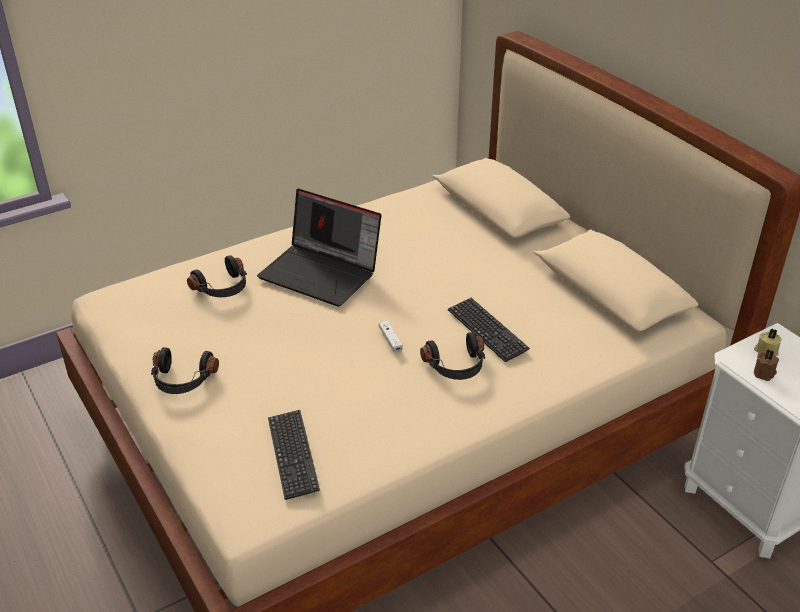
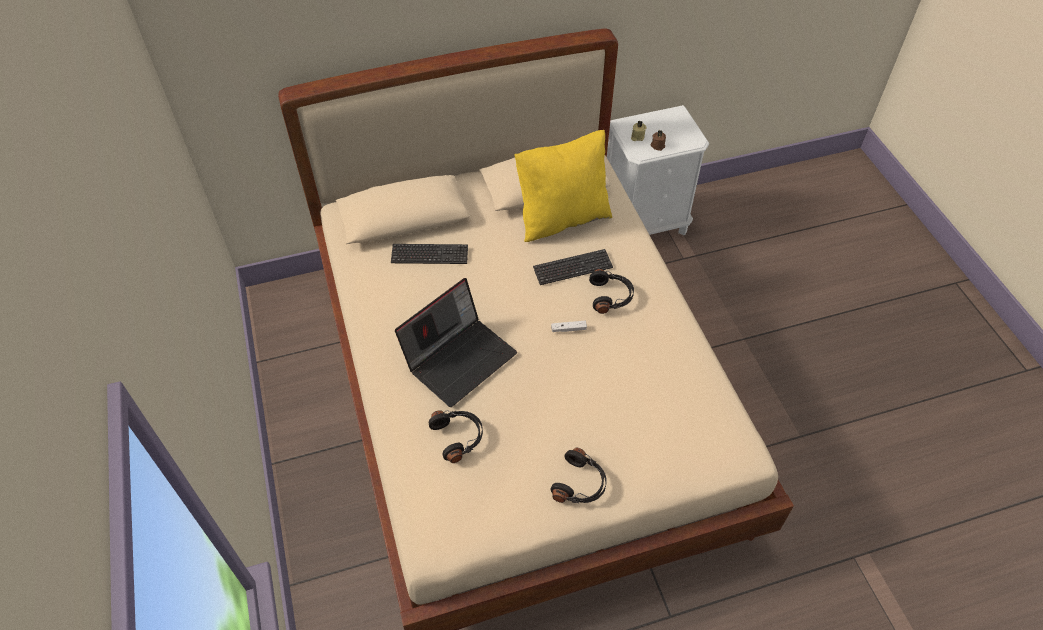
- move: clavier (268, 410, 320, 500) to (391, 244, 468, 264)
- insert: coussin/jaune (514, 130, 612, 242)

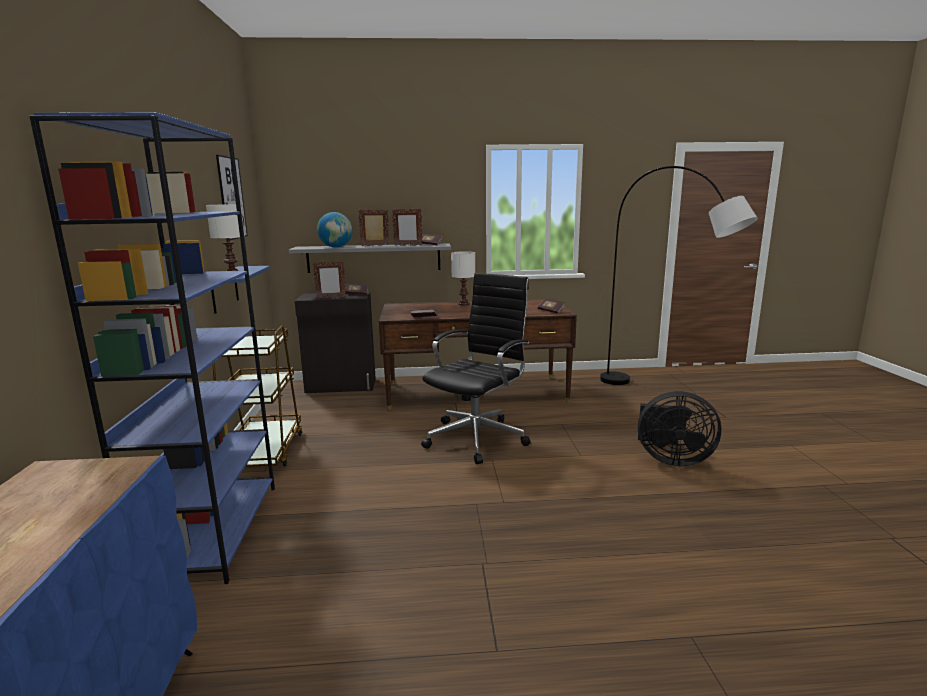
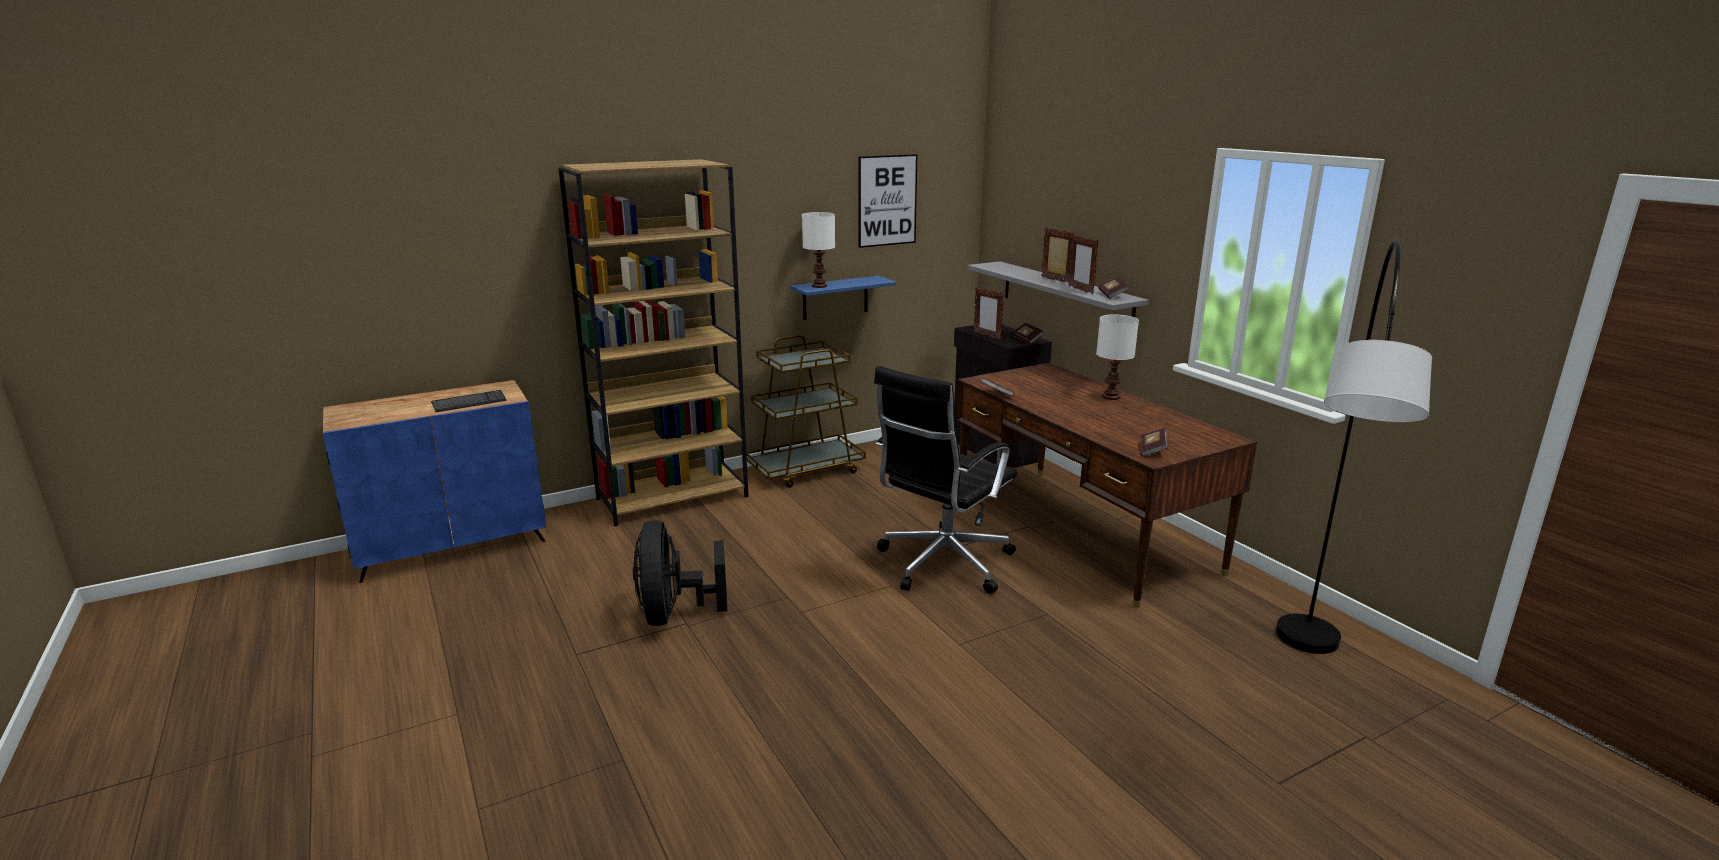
- recolor: bibliothèque/bleu (29, 112, 275, 584) to bibliothèque/marron (558, 159, 749, 527)
- delete: globe (317, 212, 353, 247)
- rotate: chaise de bureau/noir (421, 273, 531, 464) = (874, 366, 1018, 594) 120 degrees clockwise
- move: ventilateur/noir (638, 391, 721, 466) to (633, 520, 727, 626)
- insert: clavier (431, 390, 506, 412)

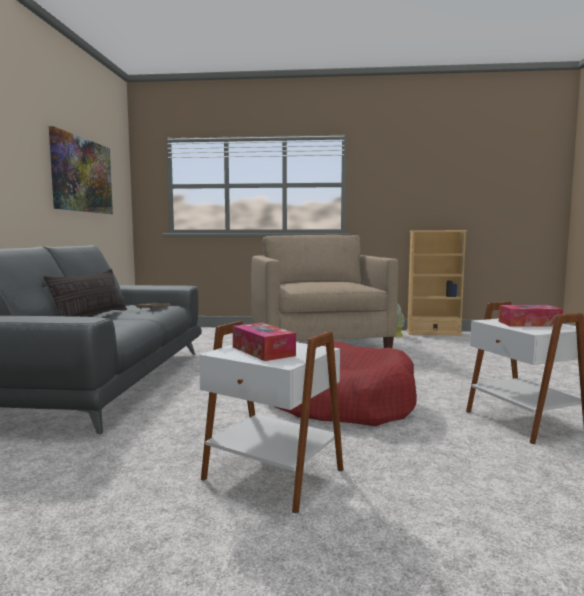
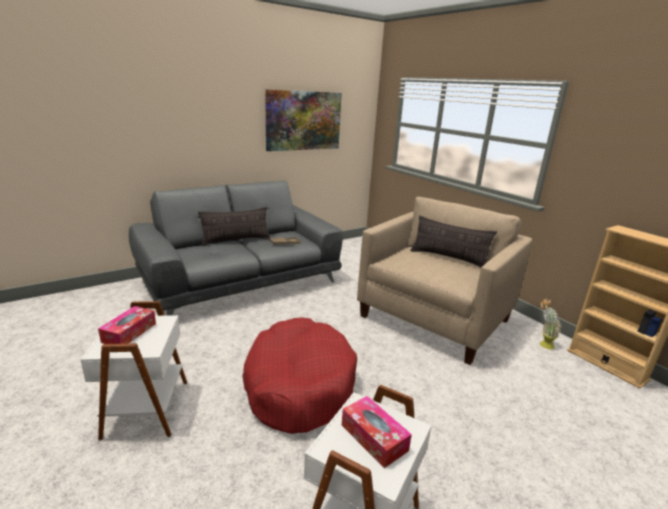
- insert: coussin (410, 216, 497, 268)

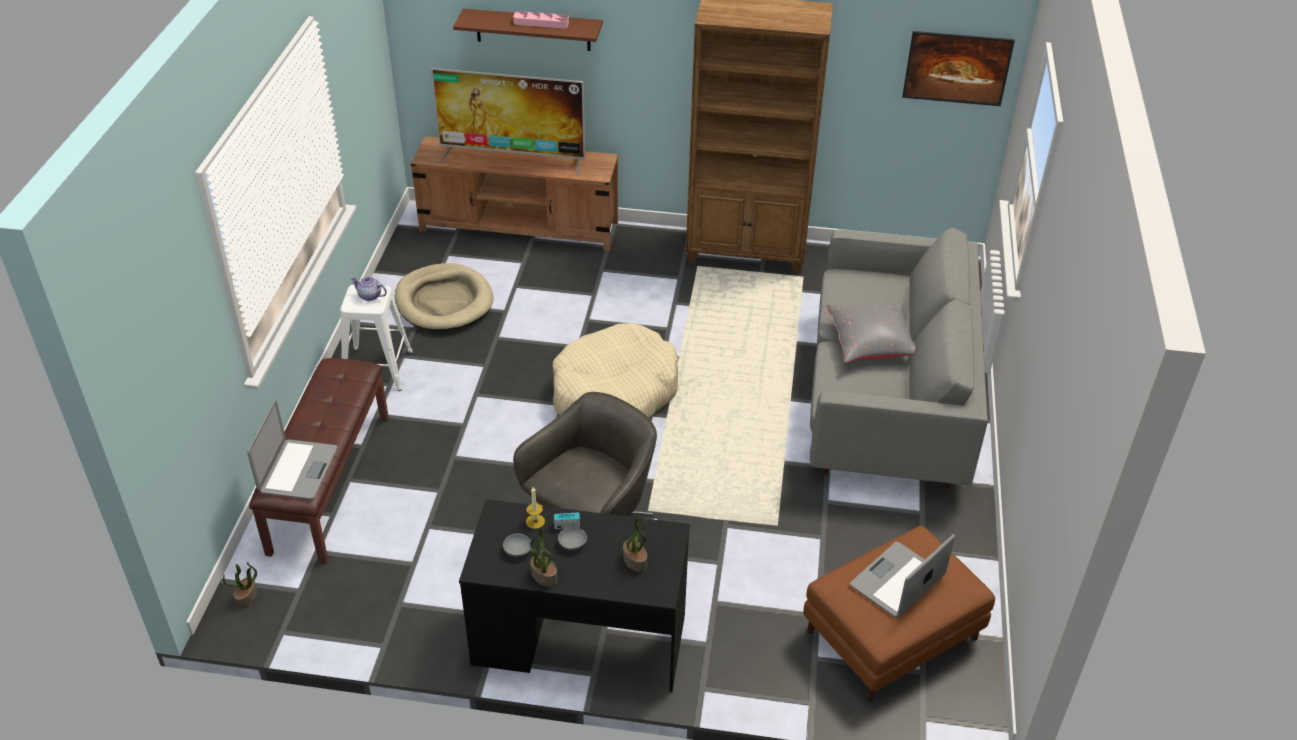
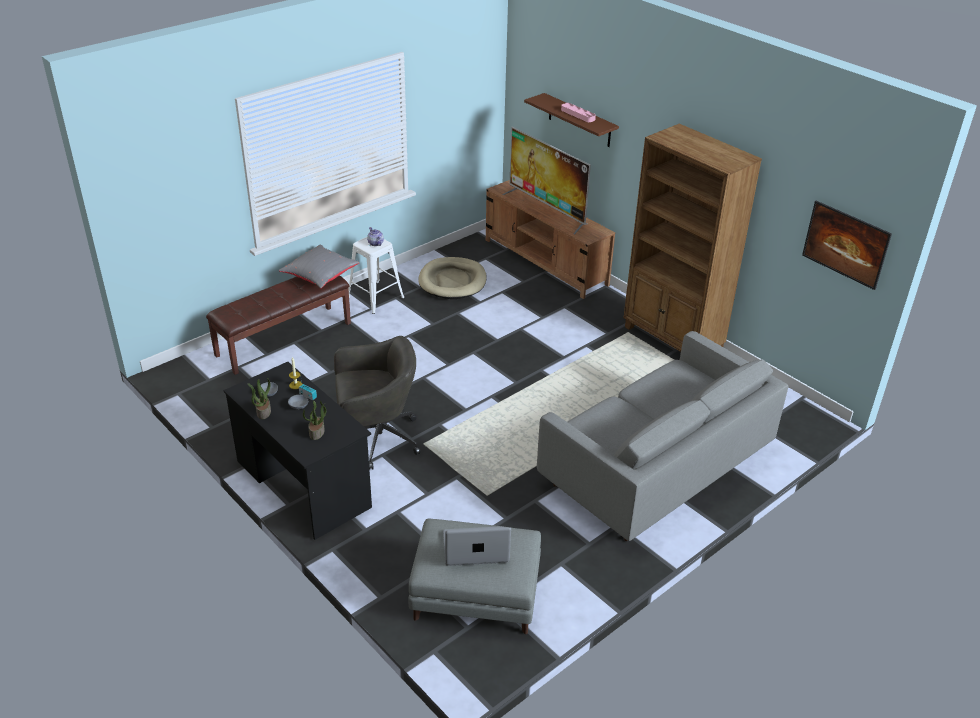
- delete: plante en pot (223, 562, 257, 609)
- delete: ordinateur portable (247, 400, 337, 499)
- delete: panier pour chien/beige (553, 323, 678, 418)
- recolor: pouf/marron (803, 526, 995, 702) to pouf/gris (408, 519, 541, 634)
- move: coussin/gris (827, 302, 916, 363) to (279, 245, 360, 288)

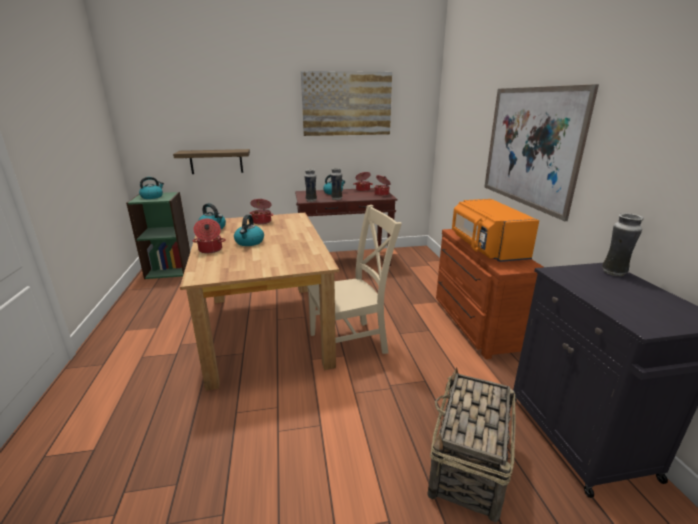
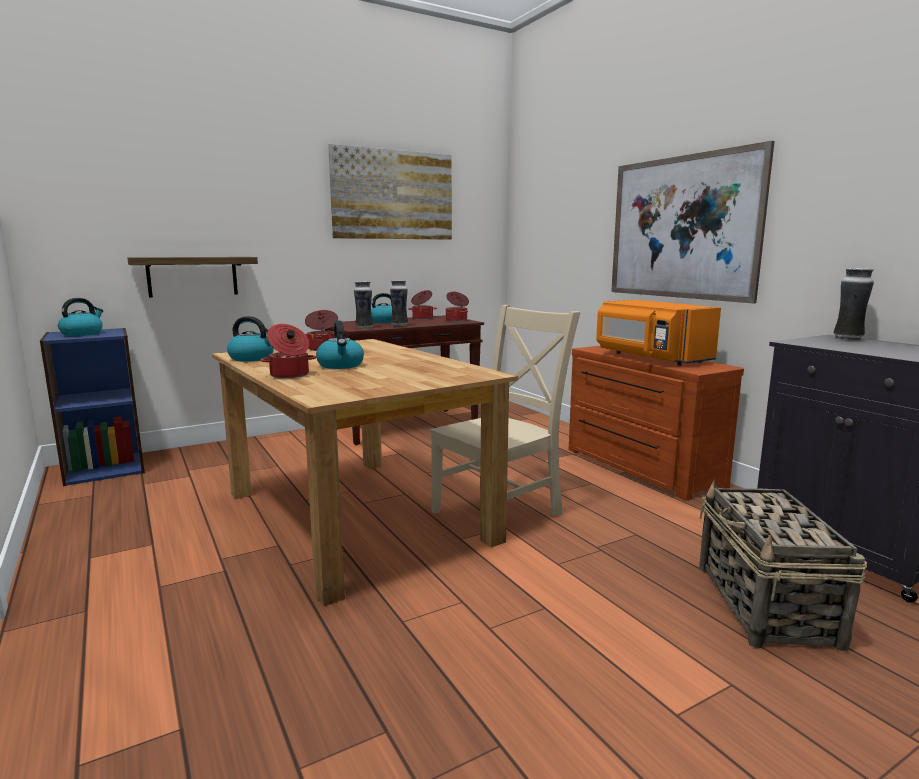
- recolor: bibliothèque/vert (126, 192, 190, 279) to bibliothèque/bleu (40, 328, 145, 486)

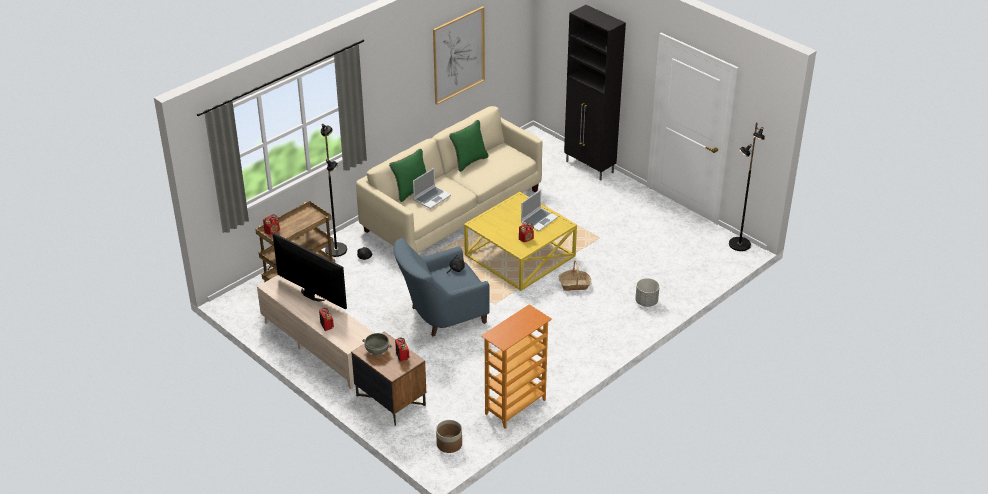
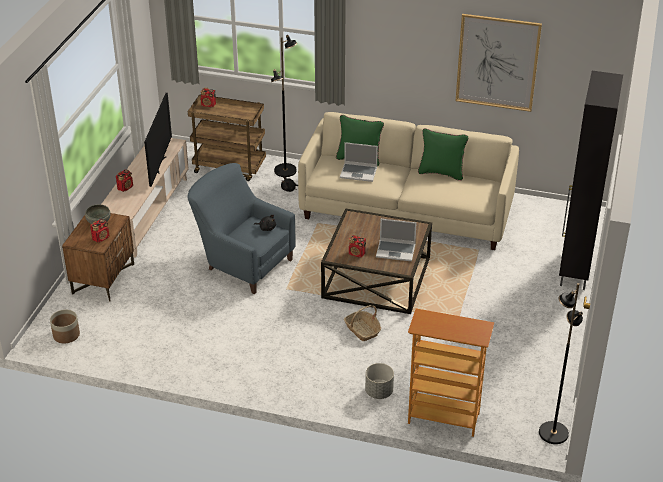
- recolor: table basse/jaune (464, 192, 577, 291) to table basse/marron (321, 208, 432, 314)
- move: bibliothèque (481, 304, 552, 429) to (408, 308, 494, 437)

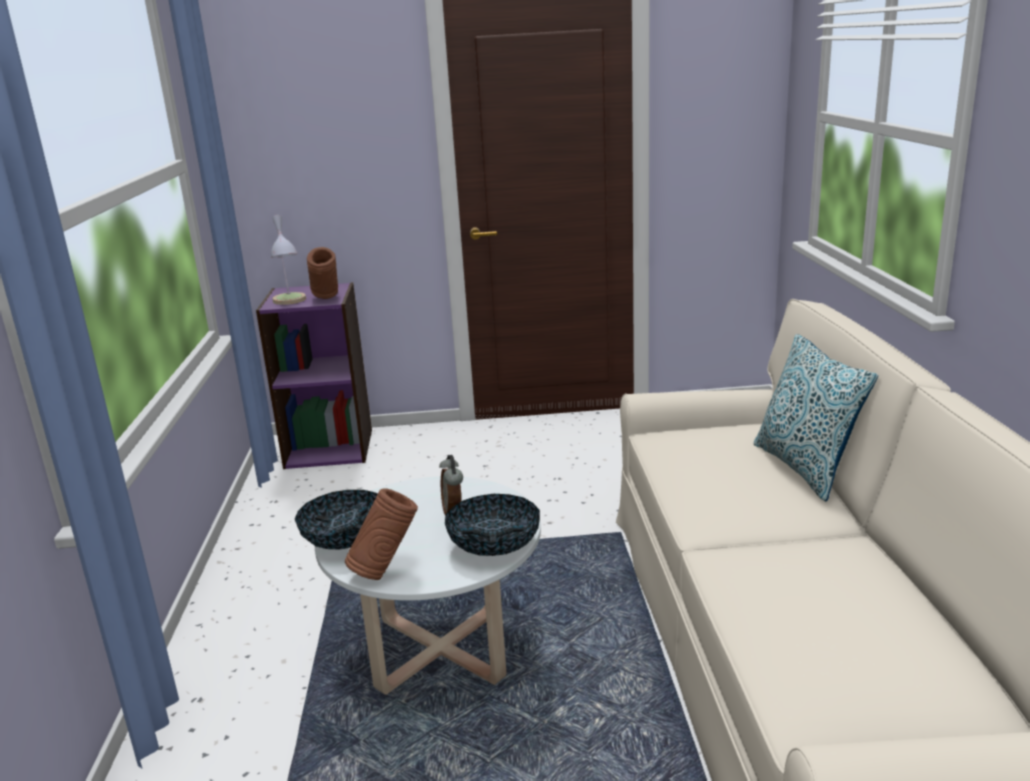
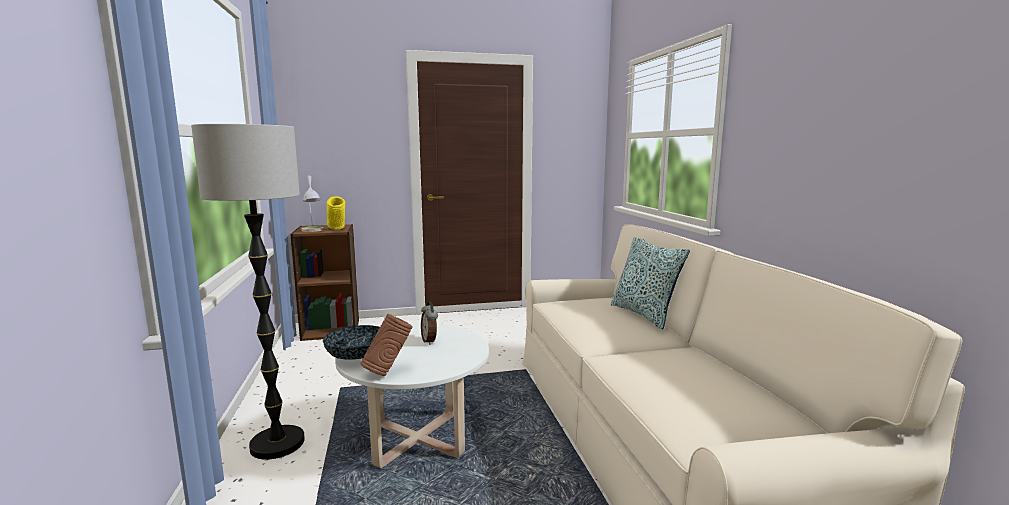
- recolor: bibliothèque/violet (256, 282, 372, 469) to bibliothèque/marron (290, 224, 359, 341)
- recolor: vase/marron (307, 247, 338, 299) to vase/jaune (327, 196, 345, 230)
- delete: bol (445, 494, 540, 556)
- insert: lampadaire (191, 124, 305, 460)

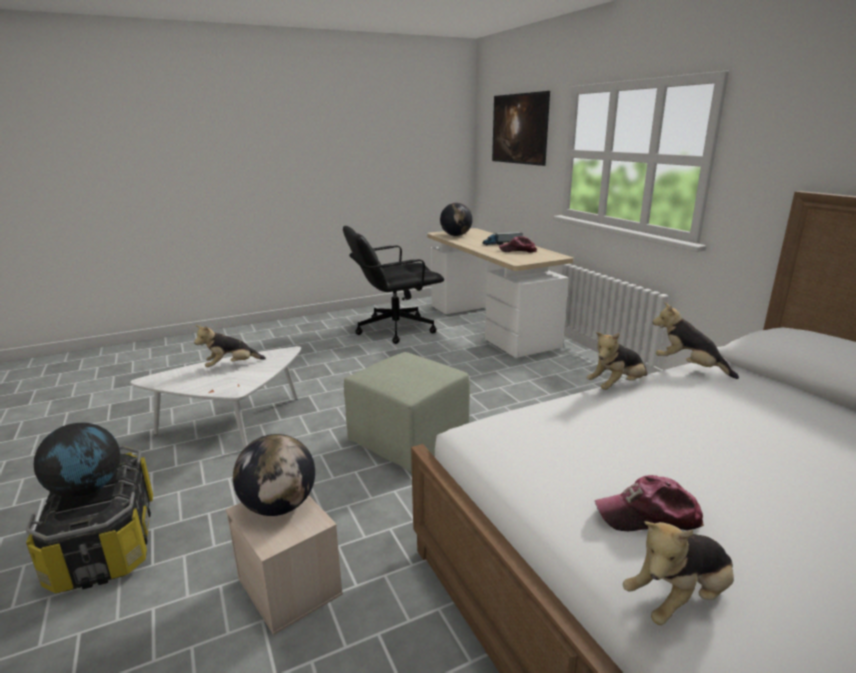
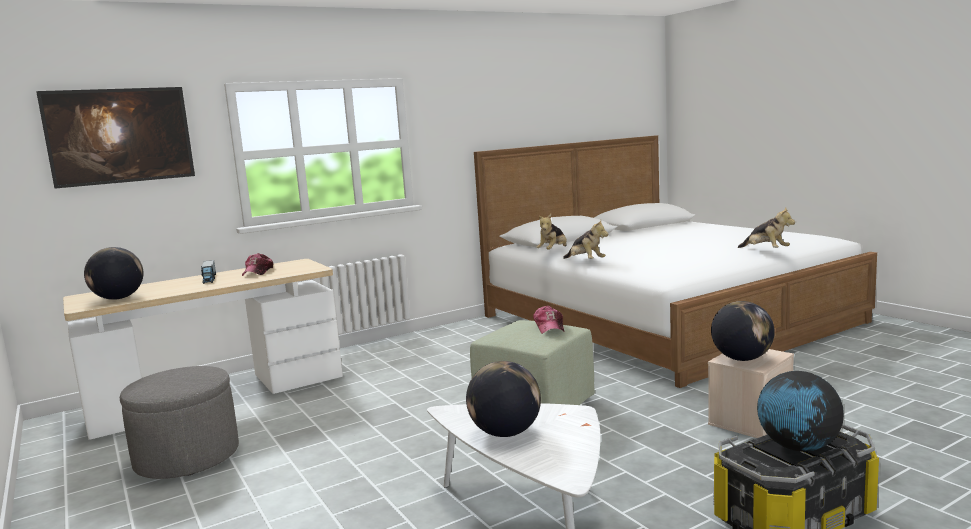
- replace: peluche (194, 325, 266, 367) to globe (466, 361, 541, 437)
- replace: chaise de bureau/noir (343, 226, 444, 344) to pouf/gris (120, 366, 239, 479)
- move: casquette (595, 475, 704, 531) to (533, 305, 564, 334)

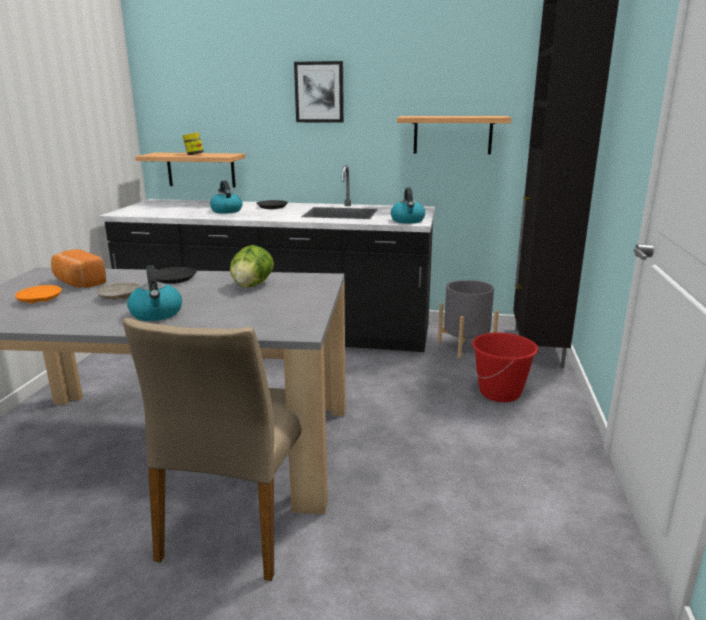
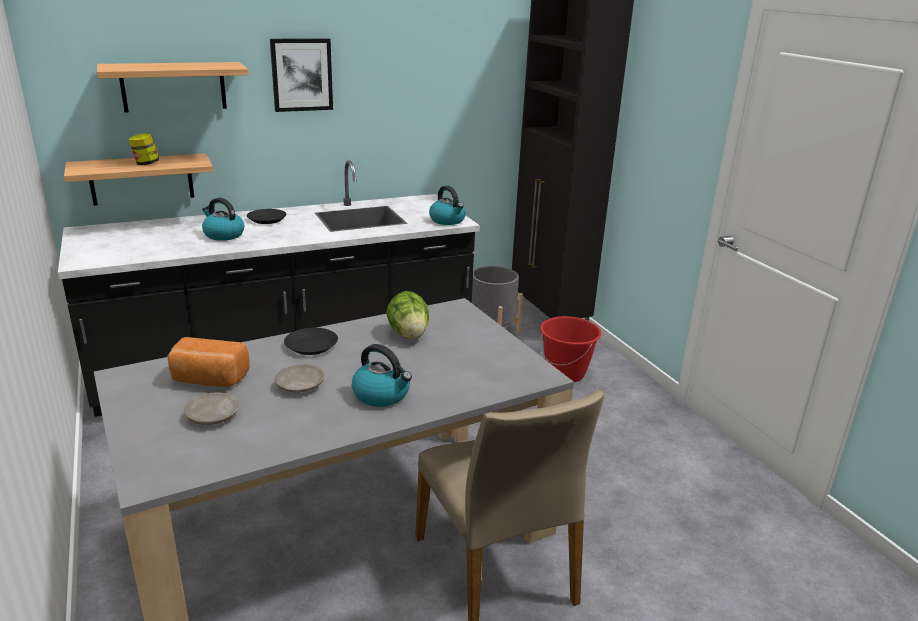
- recolor: assiette/orange (15, 285, 62, 304) to assiette/beige (184, 393, 240, 425)
- move: étagère (397, 116, 511, 154) to (97, 62, 249, 113)

